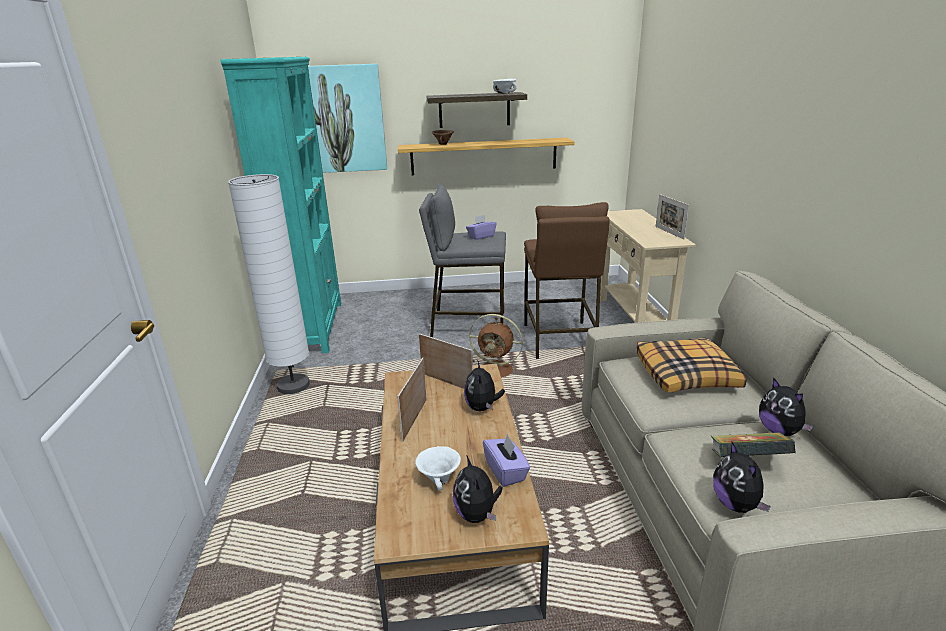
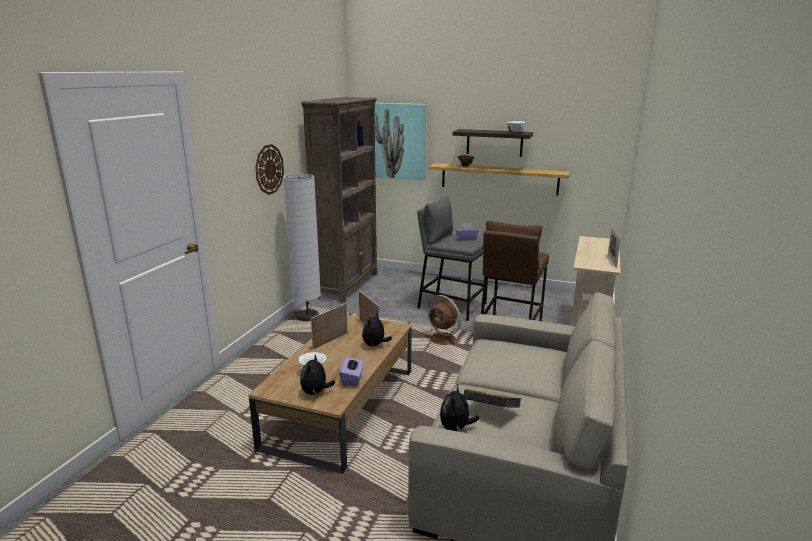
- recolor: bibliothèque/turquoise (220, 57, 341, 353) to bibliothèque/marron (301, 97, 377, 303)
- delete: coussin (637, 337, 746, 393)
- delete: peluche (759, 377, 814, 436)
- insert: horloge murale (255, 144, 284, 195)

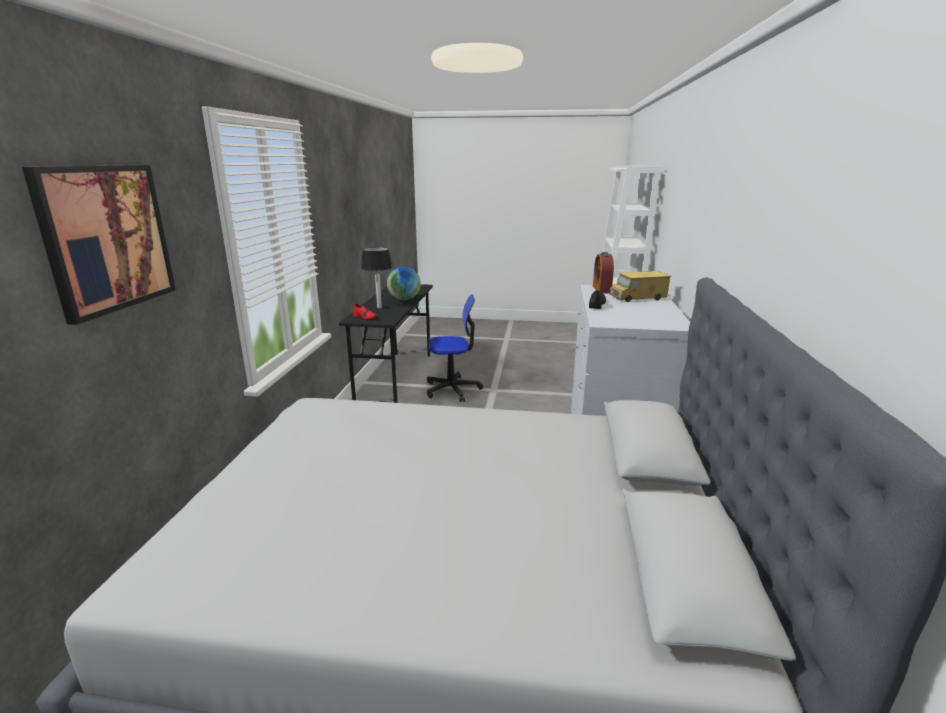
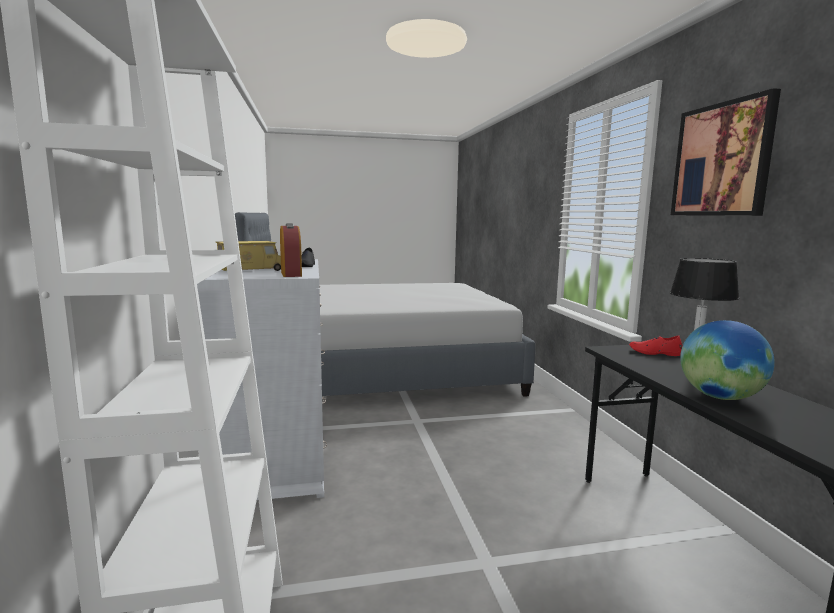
- move: tableau (22, 165, 176, 325) to (671, 88, 781, 216)
- delete: chaise de bureau (427, 294, 483, 402)

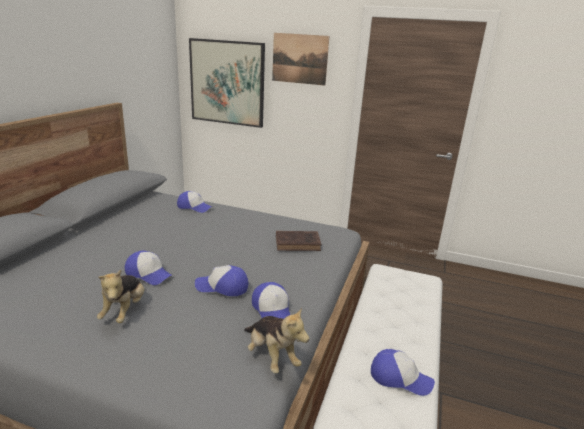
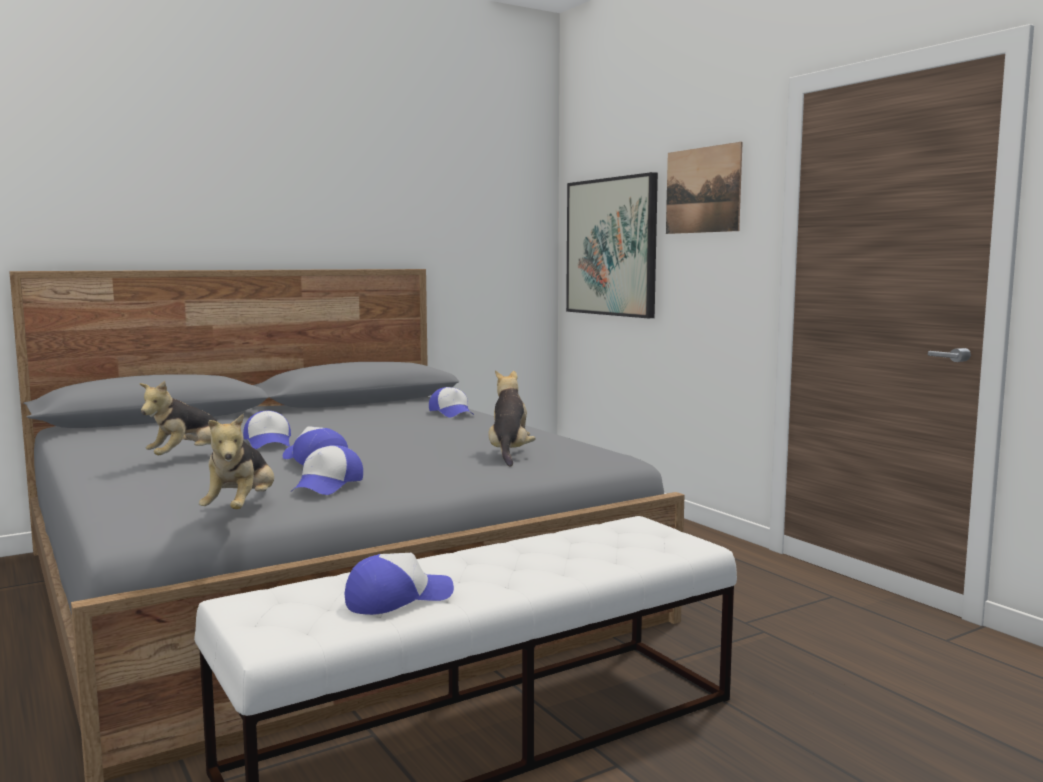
- replace: livre/marron (276, 231, 322, 251) to peluche (488, 370, 536, 466)
- rotate: casquette (371, 349, 435, 396) = (345, 553, 454, 615) 90 degrees counterclockwise

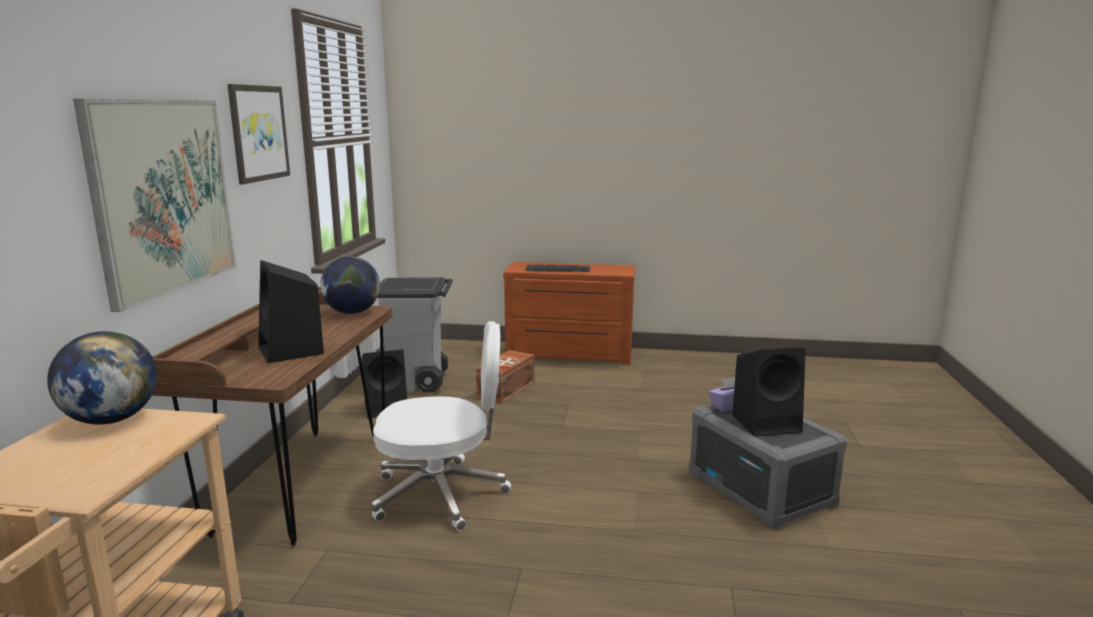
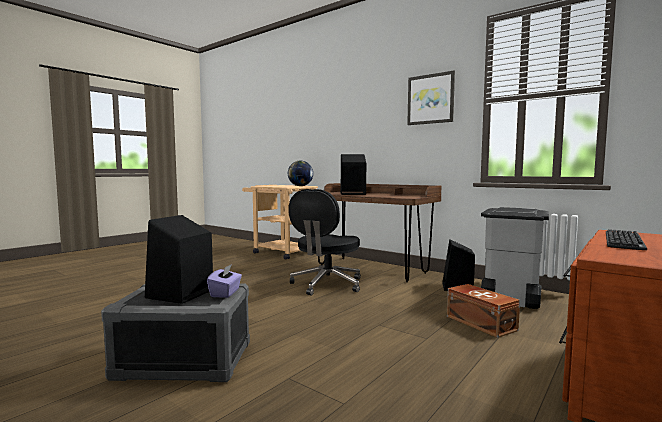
- delete: tableau (73, 99, 236, 312)
- delete: globe (320, 256, 380, 314)
- recolor: chaise de bureau/blanc (372, 321, 511, 531) to chaise de bureau/noir (289, 189, 361, 295)

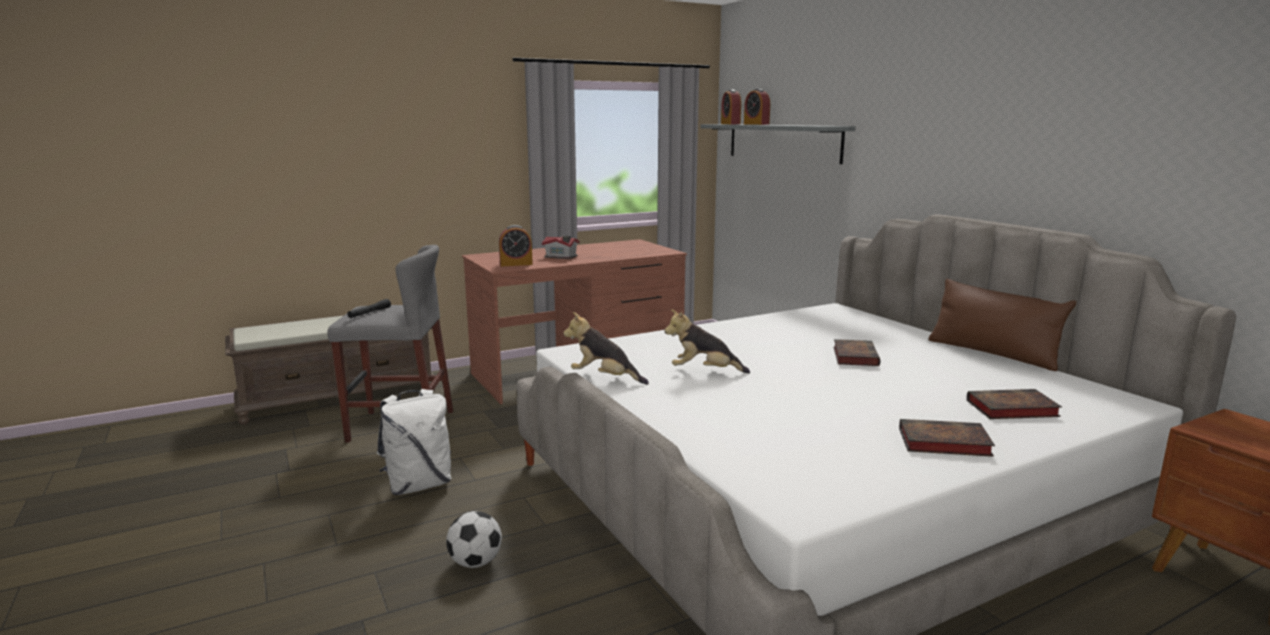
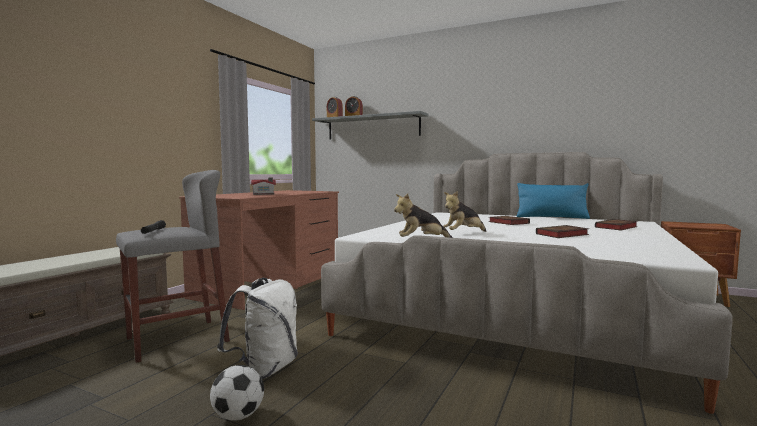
- move: ballon de foot (446, 511, 502, 568) to (210, 365, 264, 421)
- delete: réveil (499, 225, 533, 266)
- move: livre (899, 419, 995, 457) to (536, 225, 589, 238)
- recolor: coussin/marron (929, 279, 1076, 371) to coussin/bleu (517, 183, 590, 219)

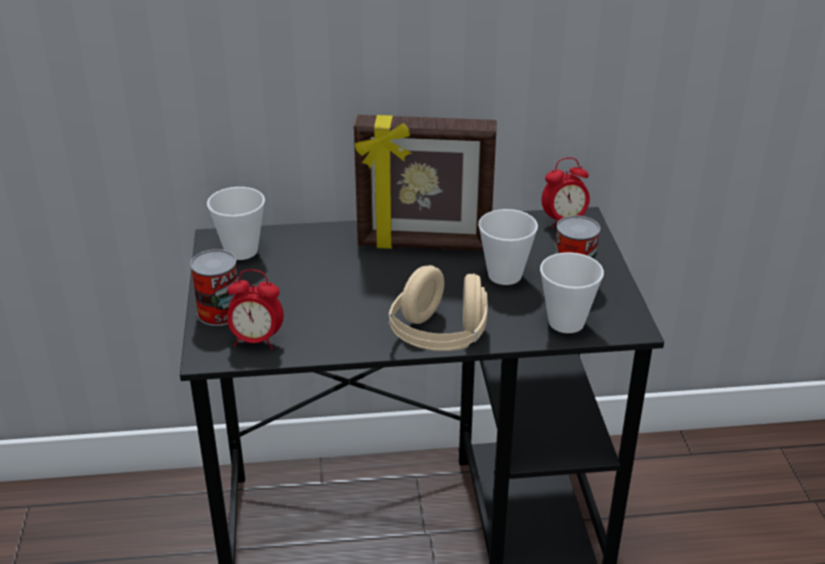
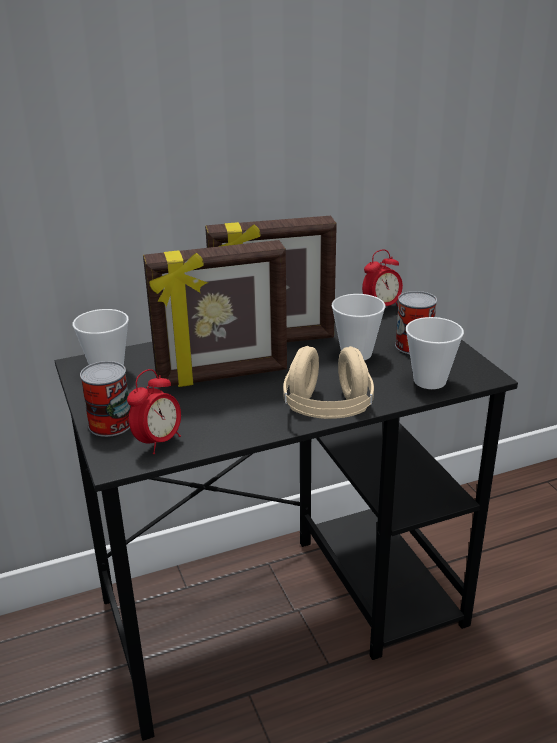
- rotate: réveil (227, 269, 284, 349) = (127, 369, 181, 454) 45 degrees counterclockwise
- insert: cadre photo (143, 240, 287, 388)

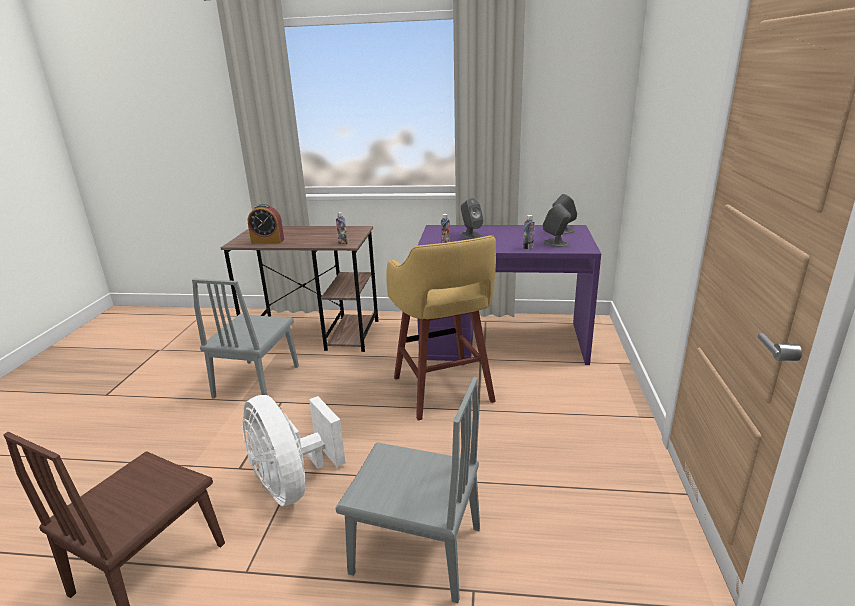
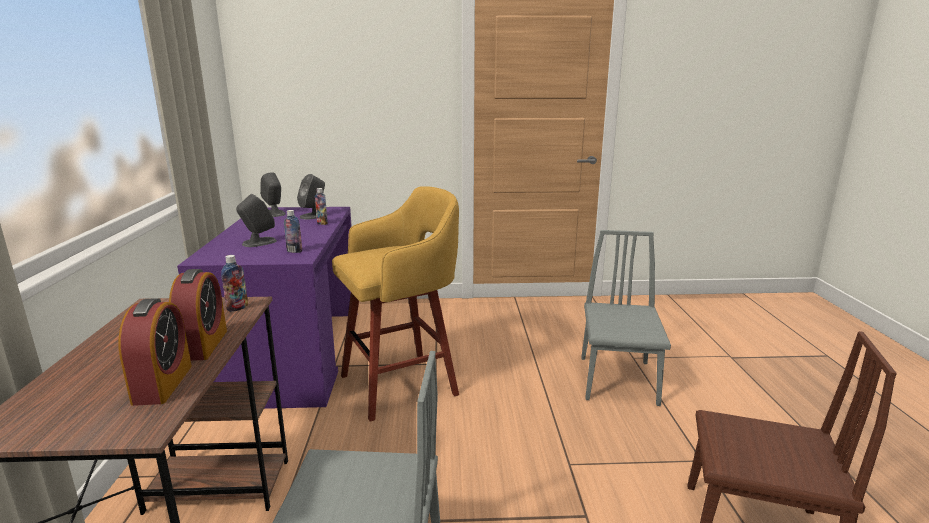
- delete: ventilateur/blanc (242, 395, 346, 506)
- insert: réveil (169, 269, 227, 361)

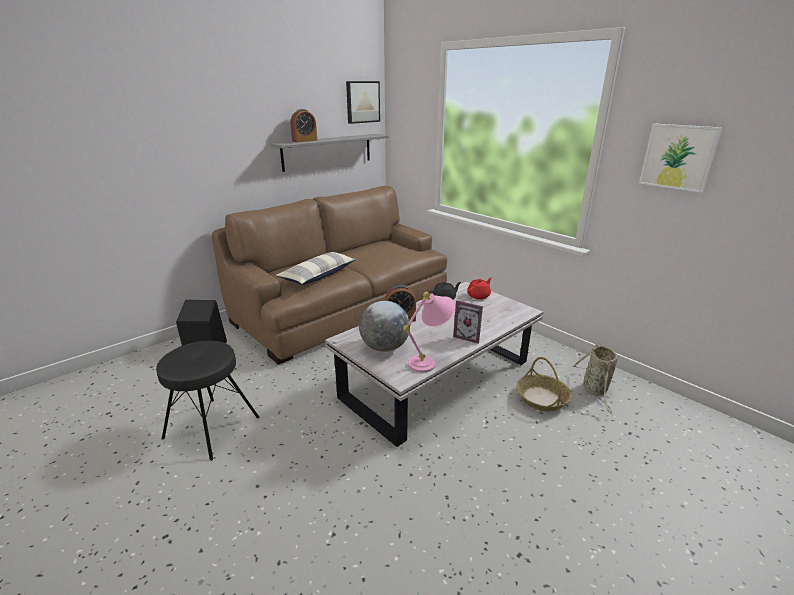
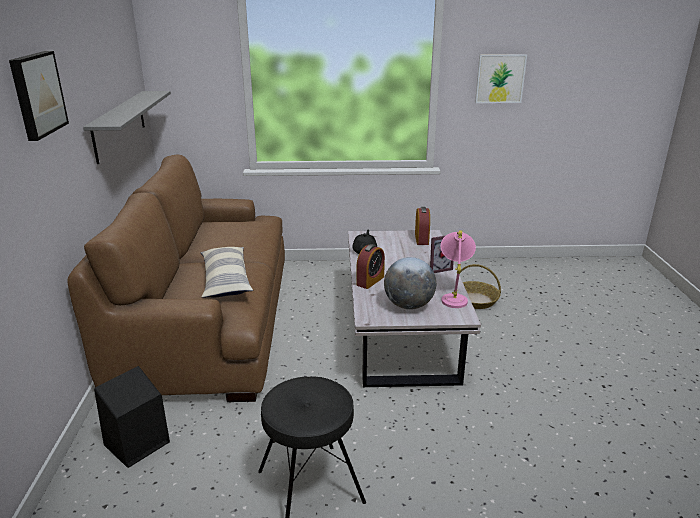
- move: réveil (290, 109, 317, 142) to (415, 207, 430, 245)
- move: tableau (346, 81, 380, 124) to (9, 51, 69, 141)
- delete: théière/rouge (467, 277, 492, 299)
- delete: panier (572, 343, 618, 413)

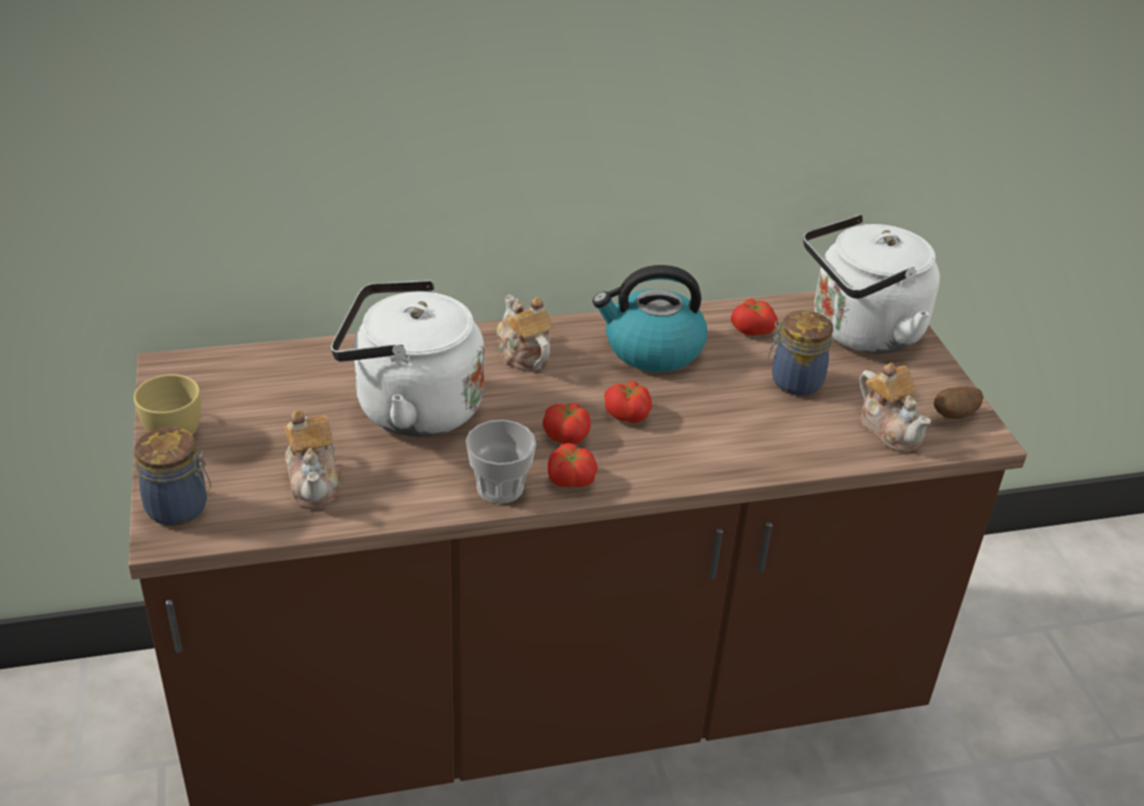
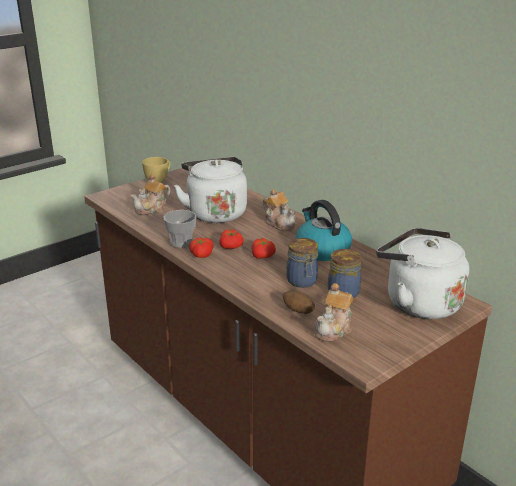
- move: bocal (135, 427, 211, 526) to (286, 238, 318, 288)
- rotate: théière (496, 295, 553, 371) = (263, 189, 296, 231) 105 degrees clockwise
- delete: tomate (731, 298, 778, 336)
- move: pomme de terre (934, 387, 983, 419) to (283, 290, 315, 314)

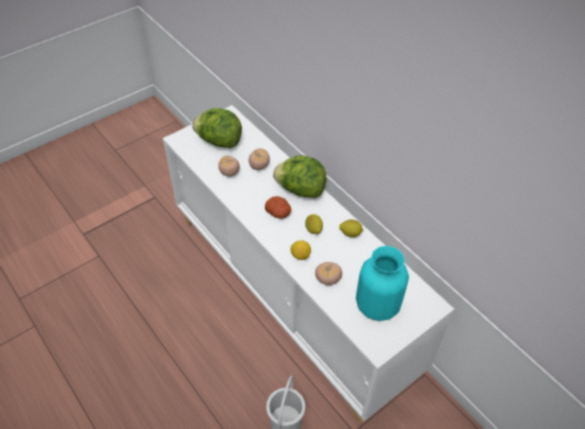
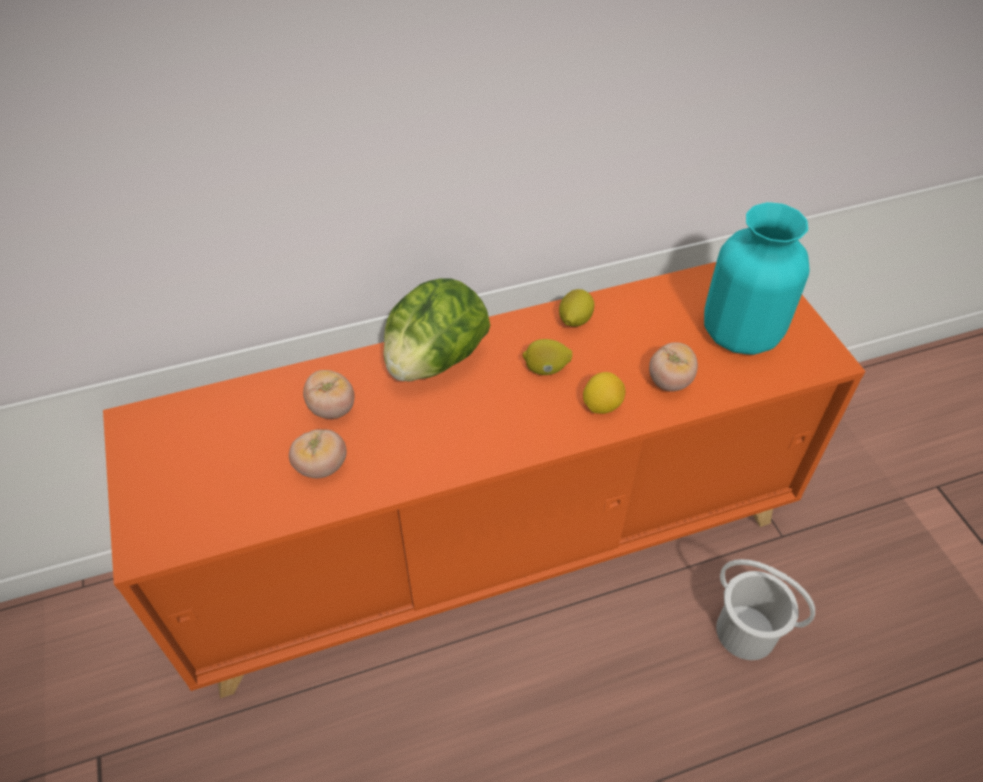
- recolor: meuble de rangement/blanc (163, 105, 454, 424) to meuble de rangement/orange (103, 262, 866, 698)
- delete: laitue (192, 108, 242, 148)
- delete: pomme de terre (265, 196, 291, 219)

